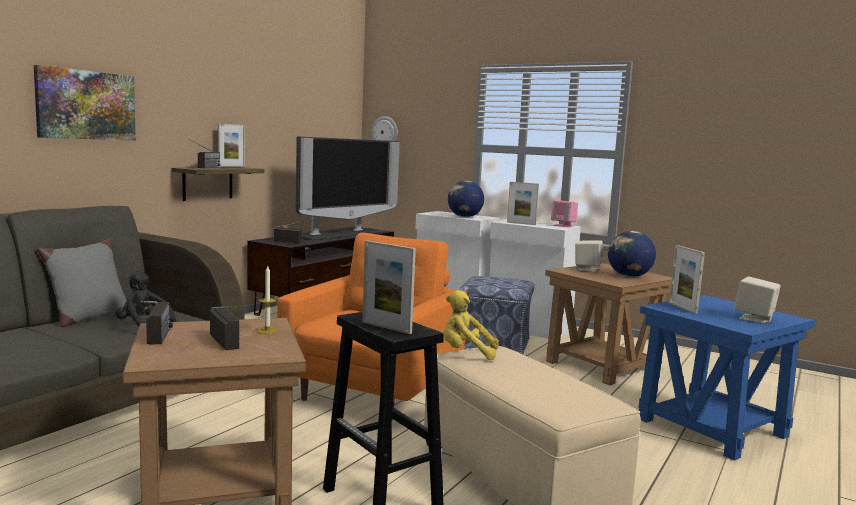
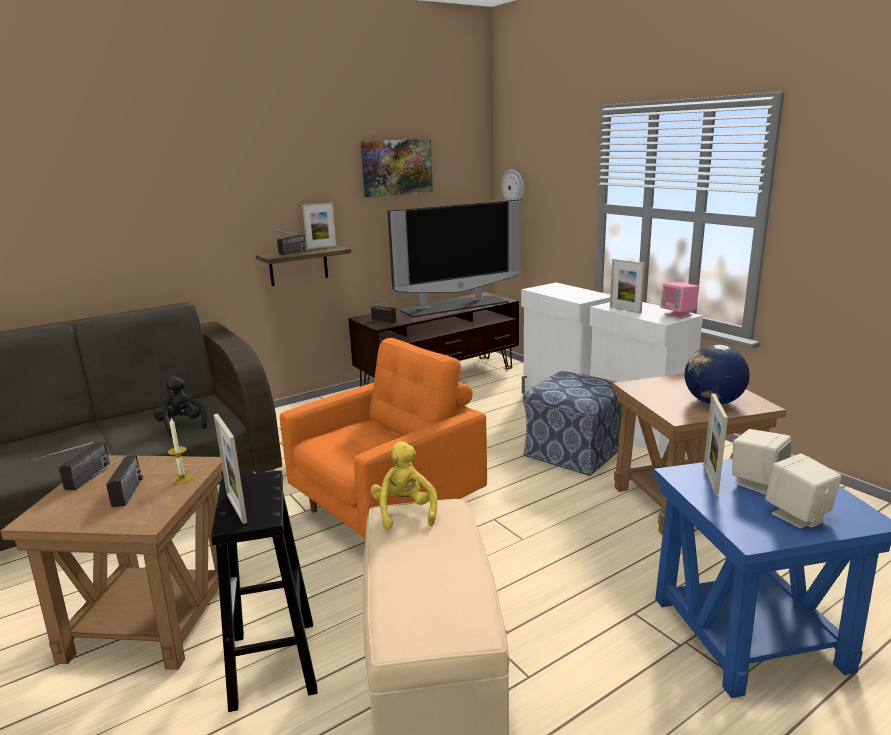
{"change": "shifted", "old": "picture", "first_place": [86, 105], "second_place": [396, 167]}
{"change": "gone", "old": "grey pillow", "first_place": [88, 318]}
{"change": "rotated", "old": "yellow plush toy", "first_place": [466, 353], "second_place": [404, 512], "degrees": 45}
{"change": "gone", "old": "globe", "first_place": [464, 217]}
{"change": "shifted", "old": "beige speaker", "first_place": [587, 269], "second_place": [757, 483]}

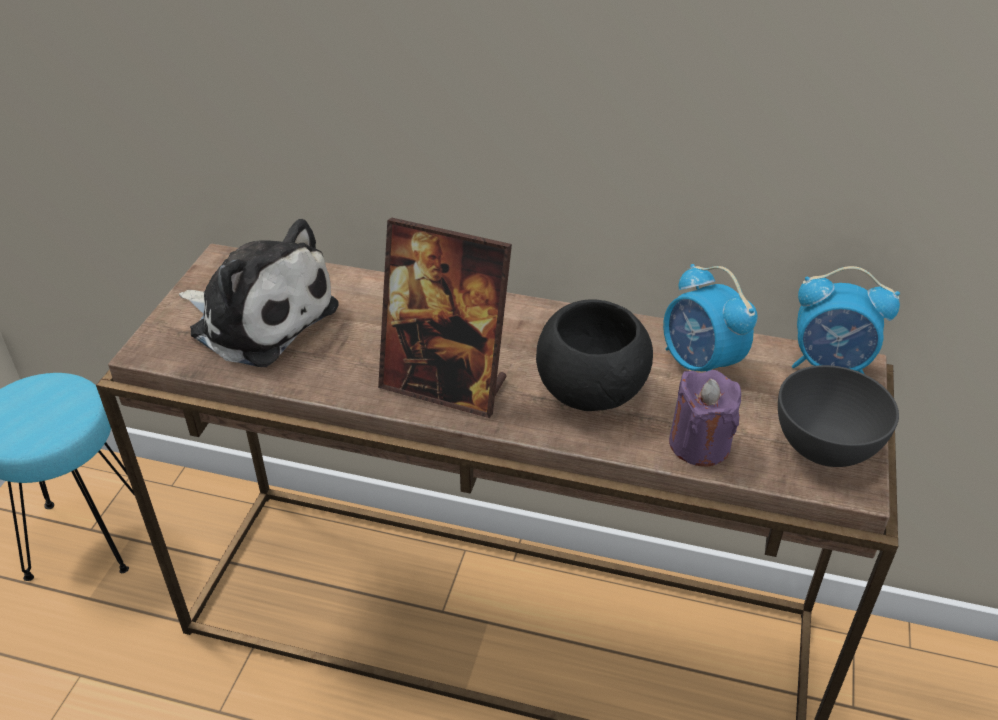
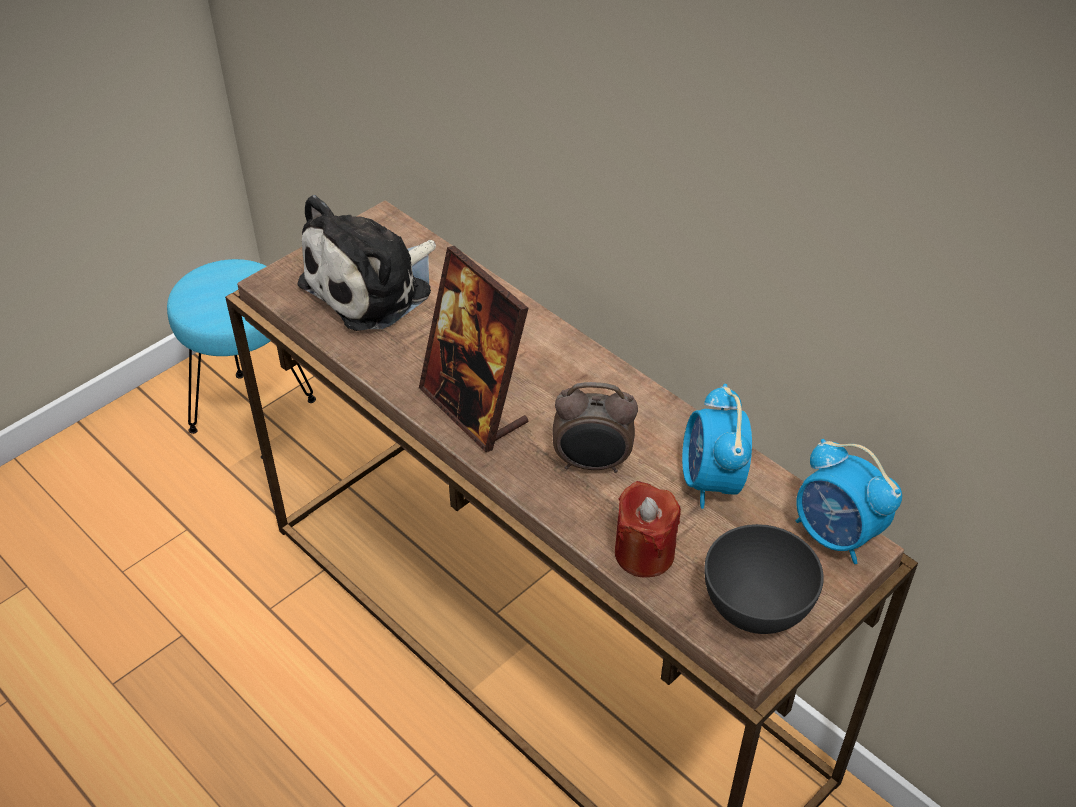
{"change": "rotated", "old": "plush toy", "first_place": [259, 318], "second_place": [373, 286], "degrees": 75}
{"change": "swapped", "old": "black bowl", "new": "alarm clock", "first_place": [591, 390], "second_place": [592, 464]}
{"change": "repainted", "old": "purple candle", "new": "red candle", "first_place": [699, 444], "second_place": [644, 553]}

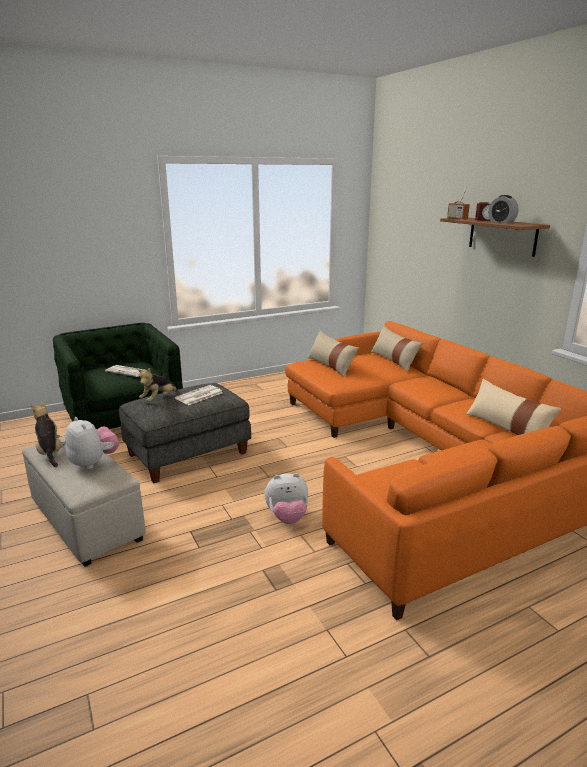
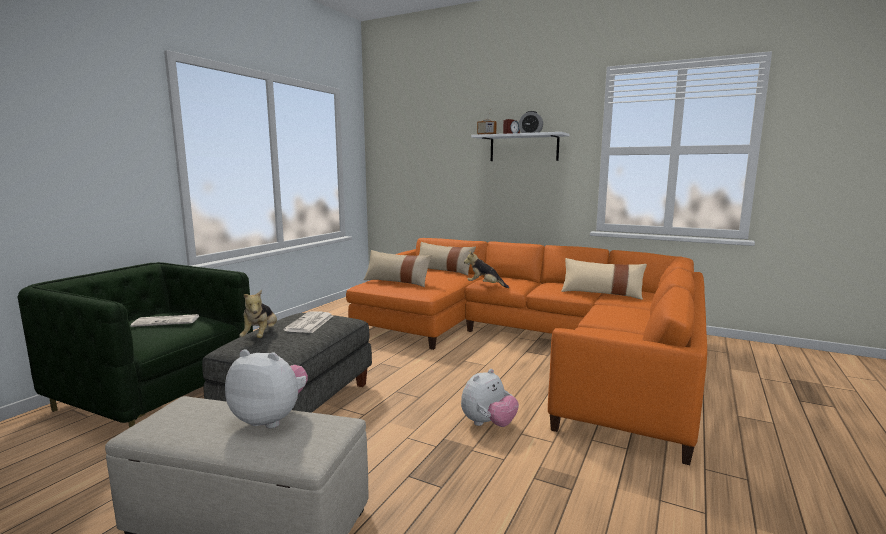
{"change": "shifted", "old": "plush toy", "first_place": [50, 453], "second_place": [485, 285]}
{"change": "repainted", "old": "brown shelf", "new": "white shelf", "first_place": [502, 236], "second_place": [523, 148]}

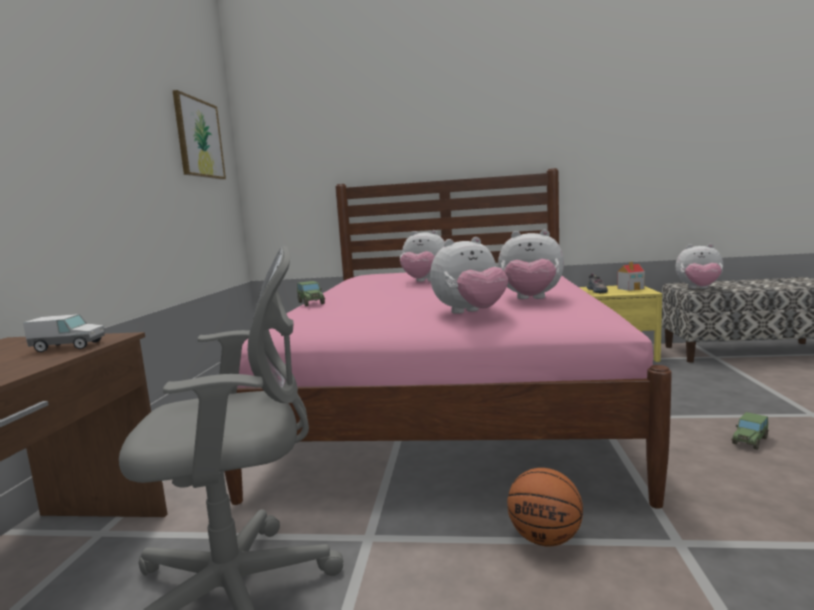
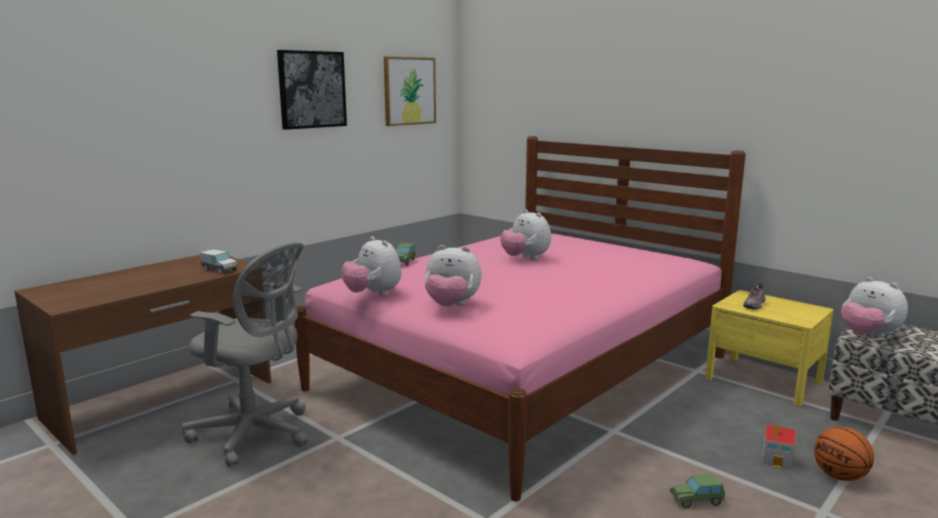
{"change": "shifted", "old": "plush toy", "first_place": [530, 300], "second_place": [373, 294]}
{"change": "shifted", "old": "basketball", "first_place": [545, 538], "second_place": [839, 476]}
{"change": "shifted", "old": "toy house", "first_place": [631, 288], "second_place": [777, 459]}
{"change": "new", "new": "picture", "second_place": [312, 89]}

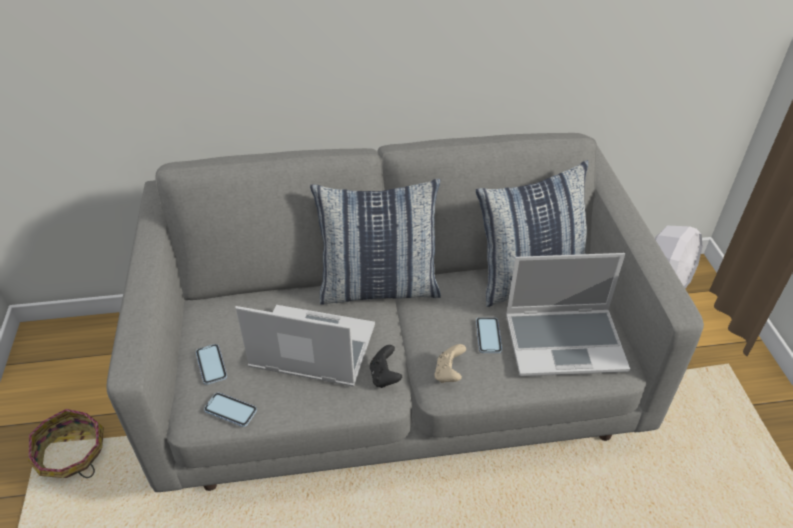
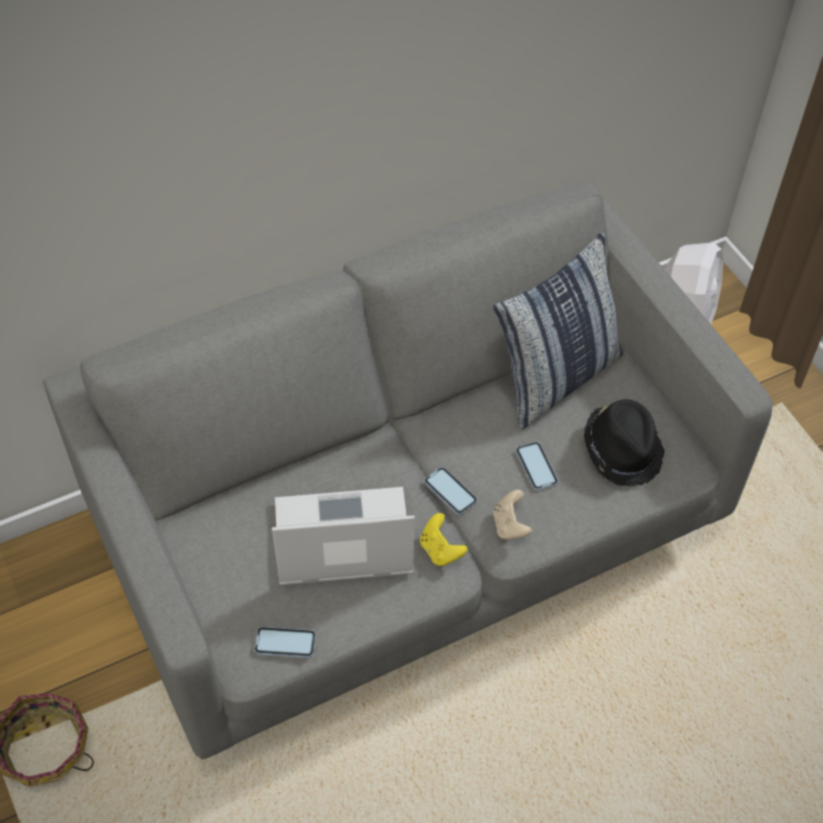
{"change": "shifted", "old": "phone", "first_place": [211, 365], "second_place": [450, 492]}
{"change": "gone", "old": "pillow", "first_place": [379, 288]}
{"change": "repainted", "old": "black game controller", "new": "yellow game controller", "first_place": [384, 376], "second_place": [440, 550]}
{"change": "swapped", "old": "laptop", "new": "black hat", "first_place": [565, 342], "second_place": [623, 450]}

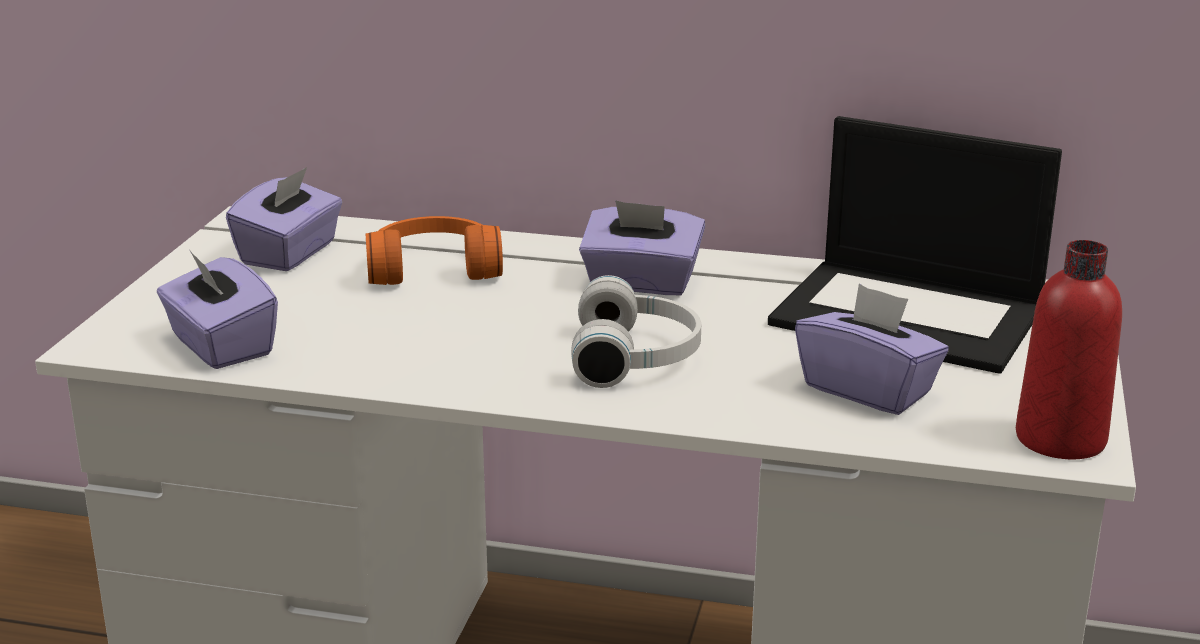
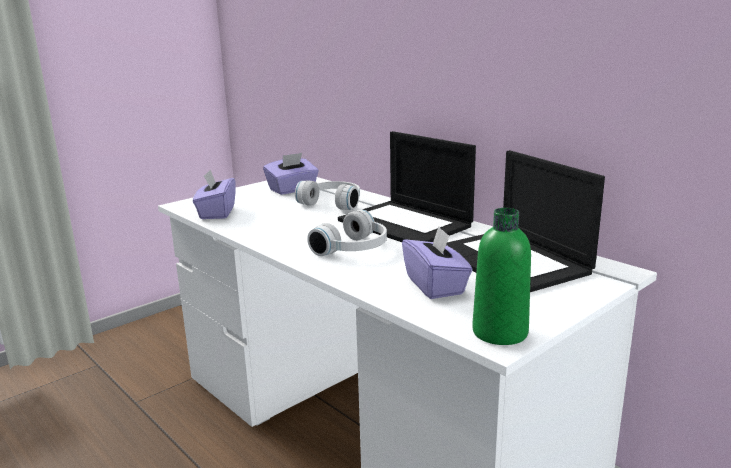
{"change": "repainted", "old": "orange headphones", "new": "white headphones", "first_place": [433, 268], "second_place": [333, 203]}
{"change": "swapped", "old": "purple tissue box", "new": "laptop", "first_place": [641, 283], "second_place": [406, 223]}
{"change": "repainted", "old": "red bottle", "new": "green bottle", "first_place": [1060, 439], "second_place": [500, 332]}

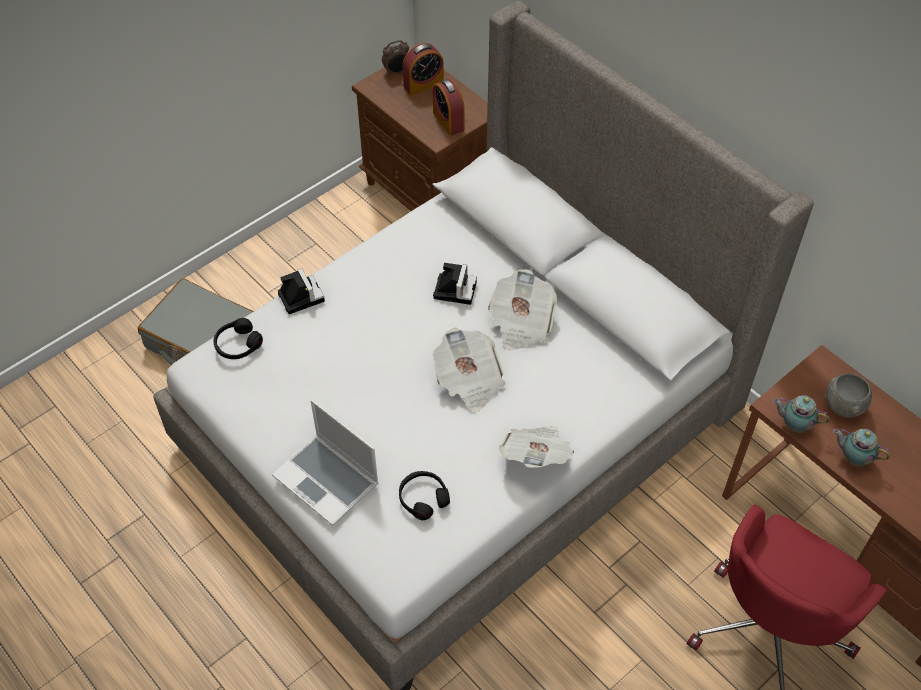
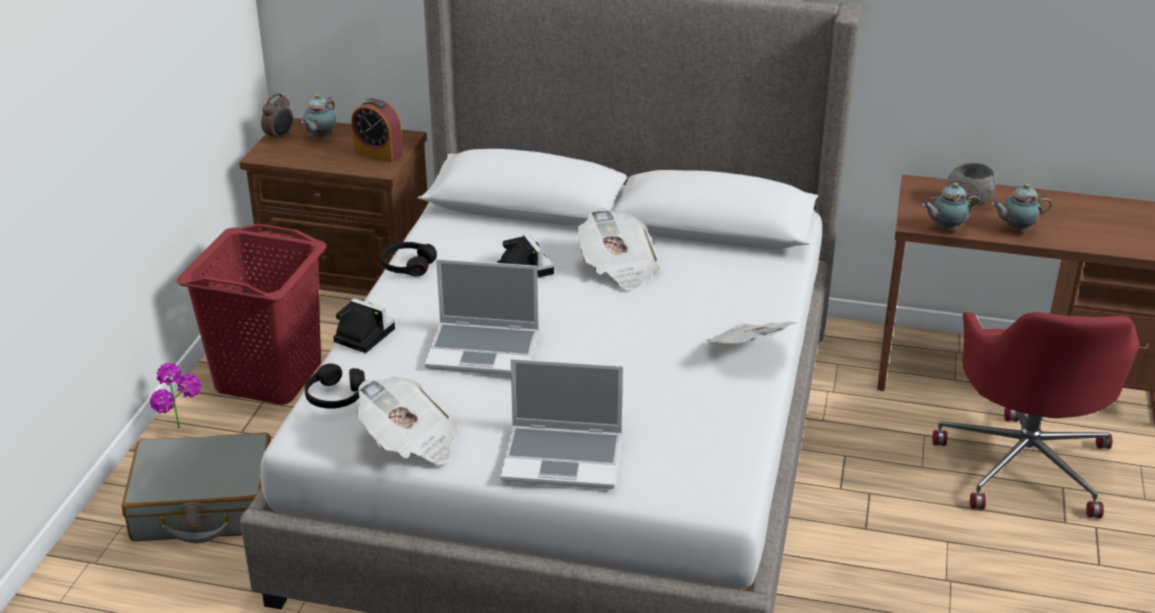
{"change": "shifted", "old": "black headphones", "first_place": [423, 498], "second_place": [407, 266]}
{"change": "swapped", "old": "alarm clock", "new": "teapot", "first_place": [423, 84], "second_place": [320, 137]}
{"change": "shifted", "old": "newspaper", "first_place": [469, 381], "second_place": [410, 442]}
{"change": "new", "new": "potted plant", "second_place": [183, 432]}
{"change": "new", "new": "red laundry basket", "second_place": [268, 377]}
{"change": "new", "new": "laptop", "second_place": [485, 350]}

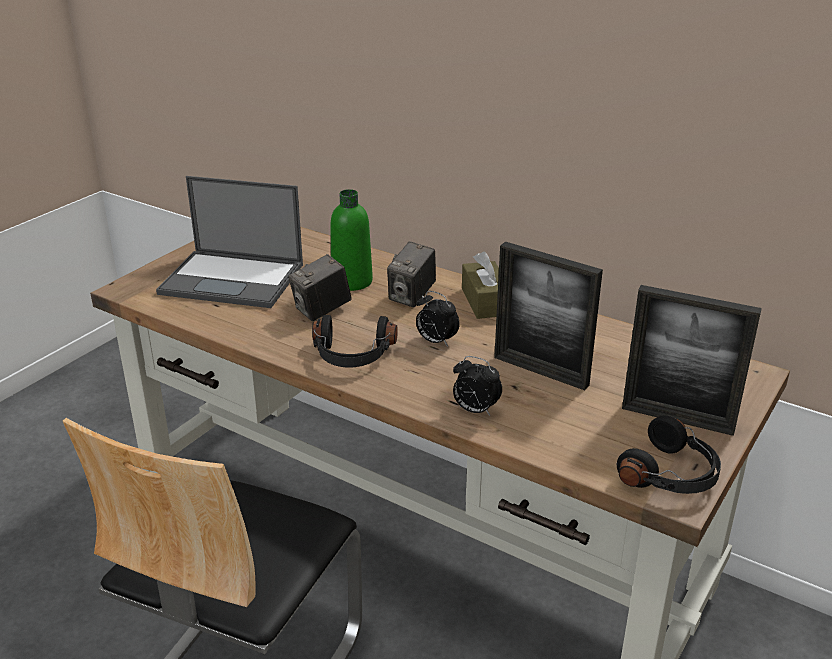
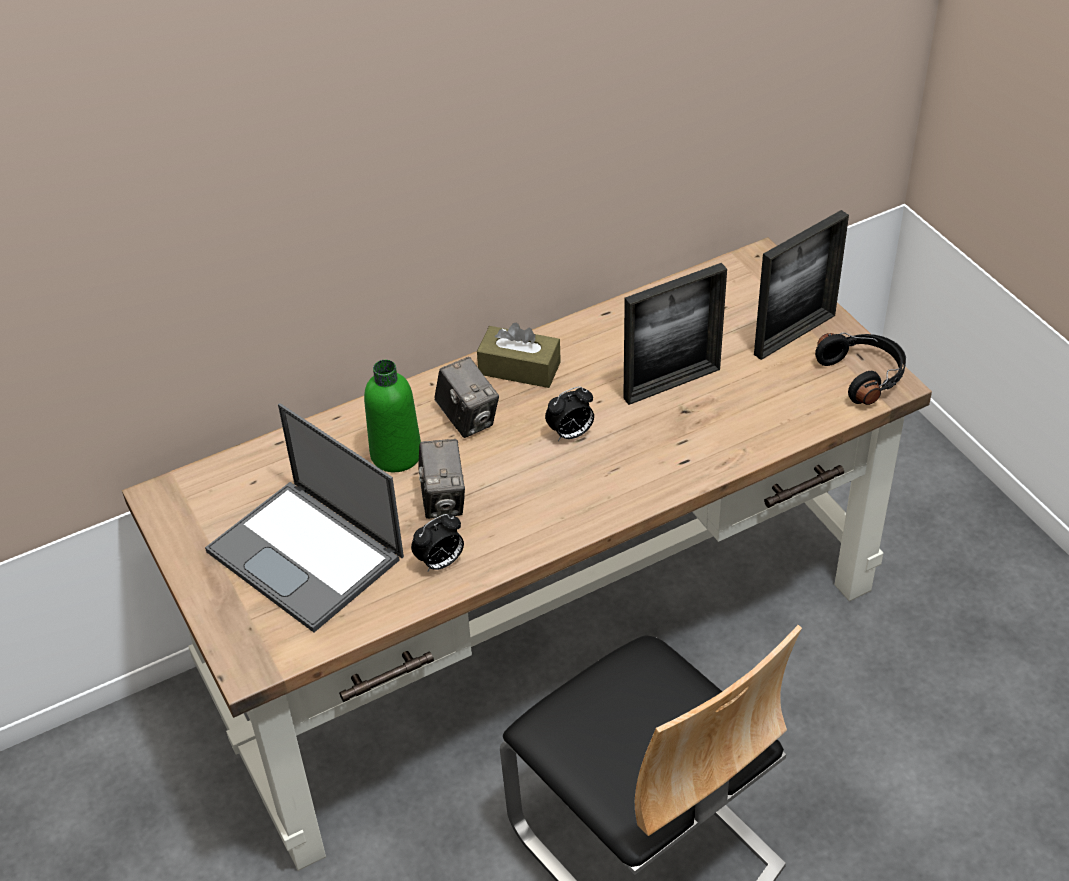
{"change": "rotated", "old": "laptop", "first_place": [234, 279], "second_place": [307, 555], "degrees": 90}
{"change": "gone", "old": "black headphones", "first_place": [352, 356]}
{"change": "shifted", "old": "alarm clock", "first_place": [474, 410], "second_place": [440, 562]}

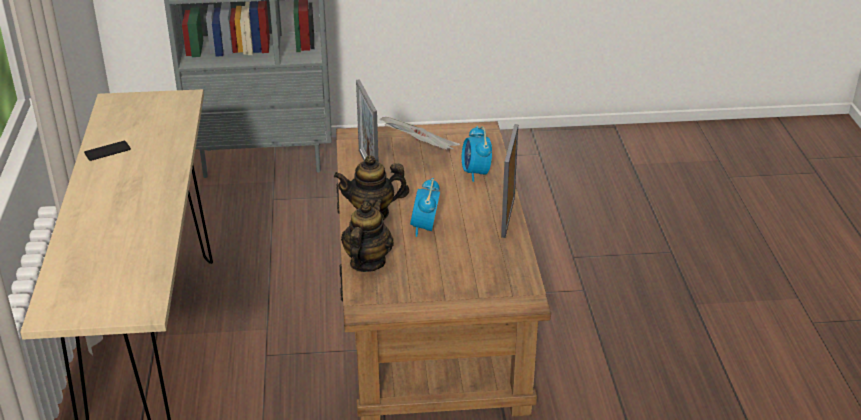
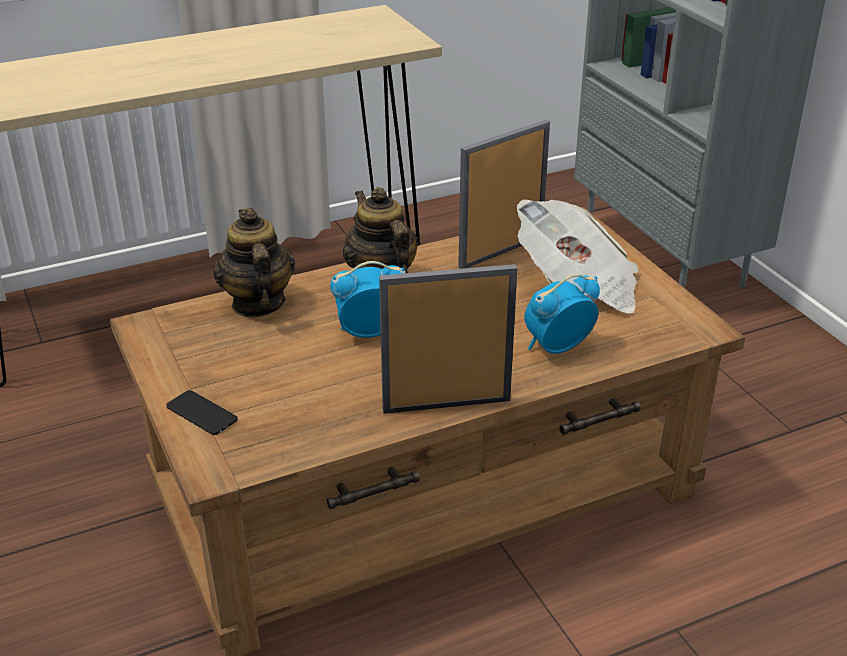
{"change": "shifted", "old": "phone", "first_place": [107, 151], "second_place": [201, 413]}
{"change": "rotated", "old": "teapot", "first_place": [367, 262], "second_place": [257, 304], "degrees": -105}

